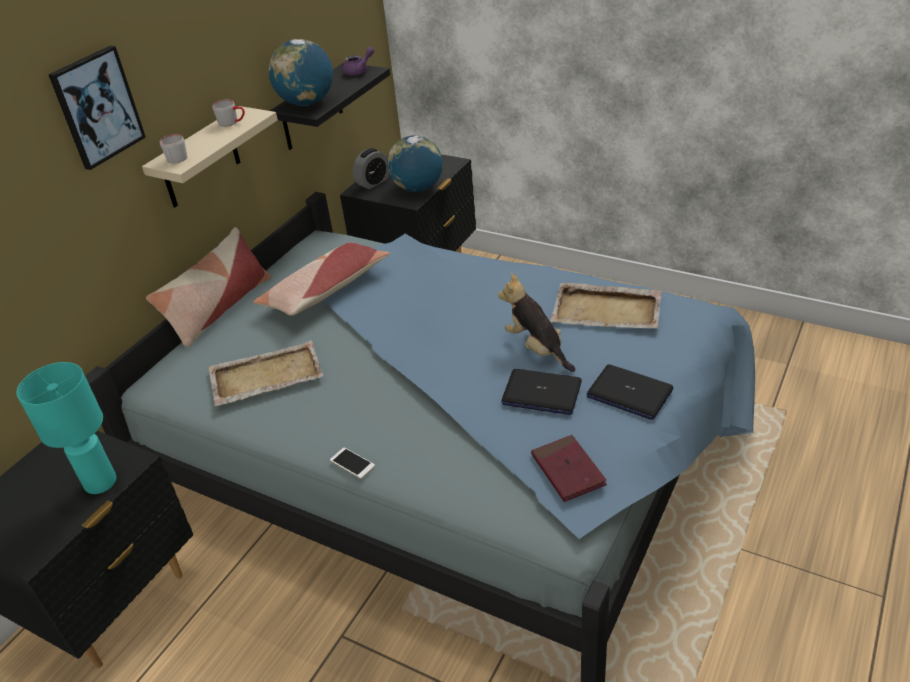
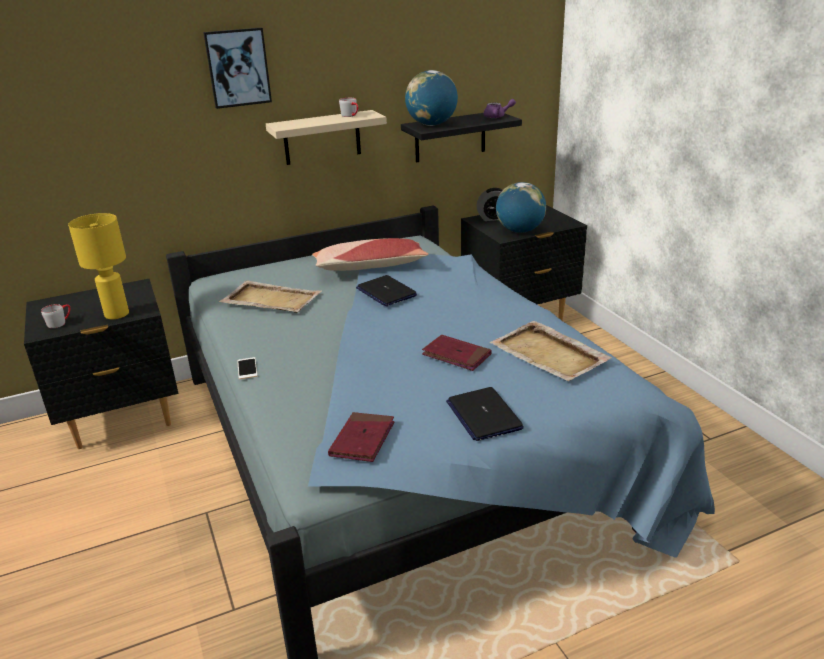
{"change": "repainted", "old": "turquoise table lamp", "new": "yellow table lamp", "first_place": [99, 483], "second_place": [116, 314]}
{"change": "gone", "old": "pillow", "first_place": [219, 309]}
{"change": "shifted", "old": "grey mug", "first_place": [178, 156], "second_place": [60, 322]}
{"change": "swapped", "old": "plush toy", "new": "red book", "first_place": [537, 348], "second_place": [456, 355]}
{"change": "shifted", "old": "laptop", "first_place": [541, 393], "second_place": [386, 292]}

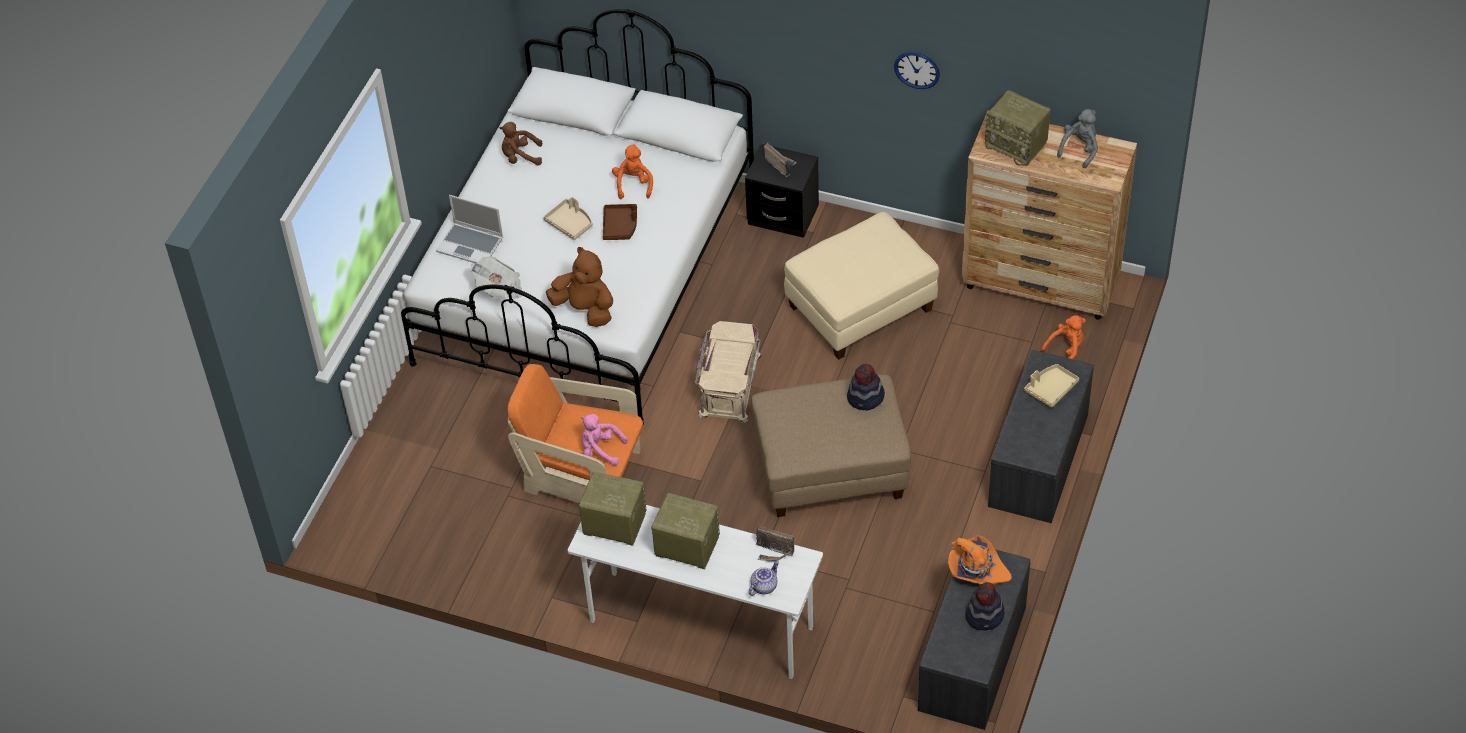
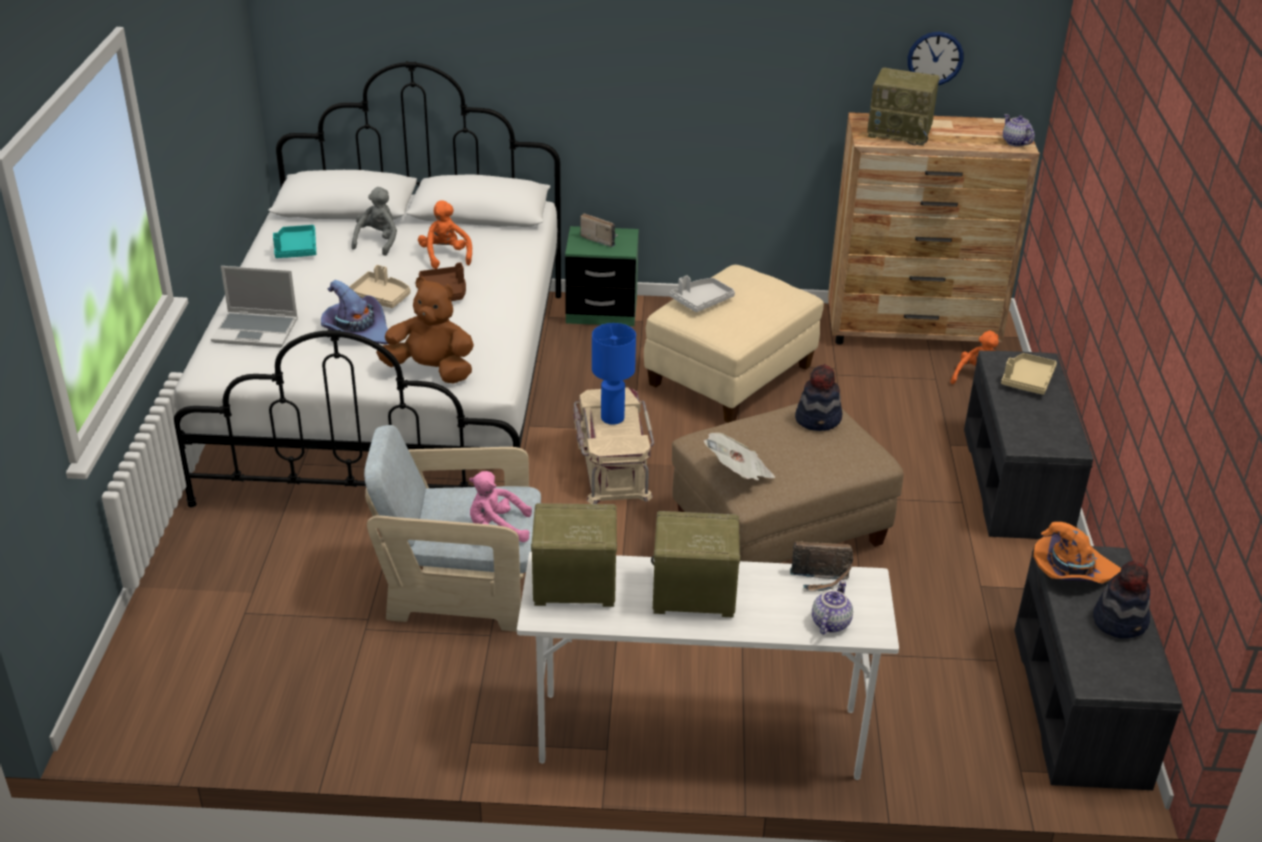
{"change": "shifted", "old": "newspaper", "first_place": [499, 288], "second_place": [738, 473]}
{"change": "swapped", "old": "brown plush toy", "new": "turquoise tray", "first_place": [520, 157], "second_place": [296, 249]}
{"change": "repainted", "old": "orange armchair", "new": "beige armchair", "first_place": [582, 475], "second_place": [462, 588]}
{"change": "repainted", "old": "black nightstand", "new": "green nightstand", "first_place": [783, 215], "second_place": [601, 311]}
{"change": "shifted", "old": "wall clock", "first_place": [917, 70], "second_place": [935, 58]}
{"change": "shifted", "old": "grey plush toy", "first_place": [1080, 149], "second_place": [378, 242]}
{"change": "new", "new": "purple hat", "second_place": [357, 330]}
{"change": "new", "new": "blue table lamp", "second_place": [613, 418]}
{"change": "new", "new": "grey tray", "second_place": [701, 301]}
{"change": "new", "new": "teapot", "second_place": [1015, 142]}

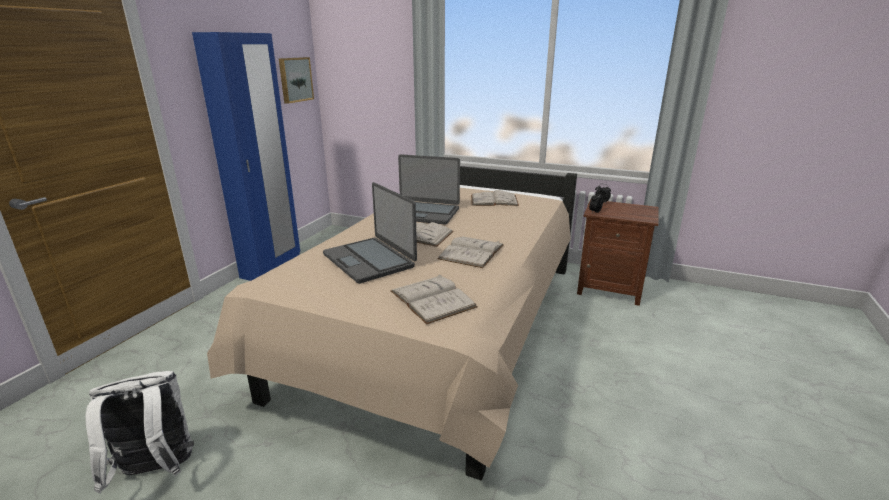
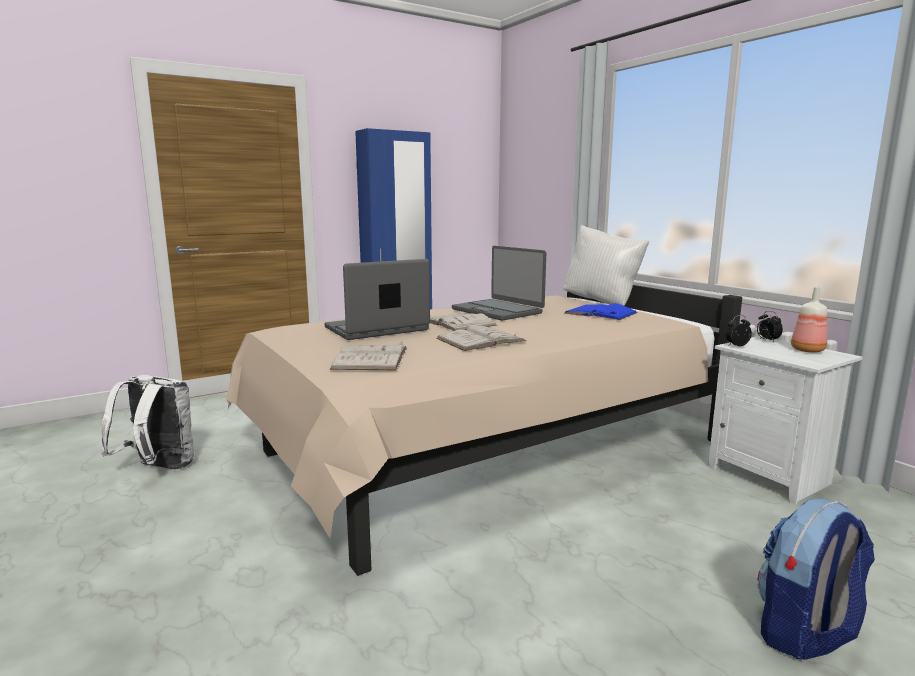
{"change": "gone", "old": "picture", "first_place": [295, 79]}
{"change": "rotated", "old": "laptop", "first_place": [370, 260], "second_place": [377, 329], "degrees": 60}
{"change": "repainted", "old": "white book", "new": "blue book", "first_place": [494, 200], "second_place": [600, 313]}
{"change": "repainted", "old": "brown nightstand", "new": "white nightstand", "first_place": [609, 289], "second_place": [770, 475]}
{"change": "new", "new": "white pillow", "second_place": [602, 302]}
{"change": "new", "new": "backpack", "second_place": [805, 633]}
{"change": "new", "new": "bottle", "second_place": [807, 350]}

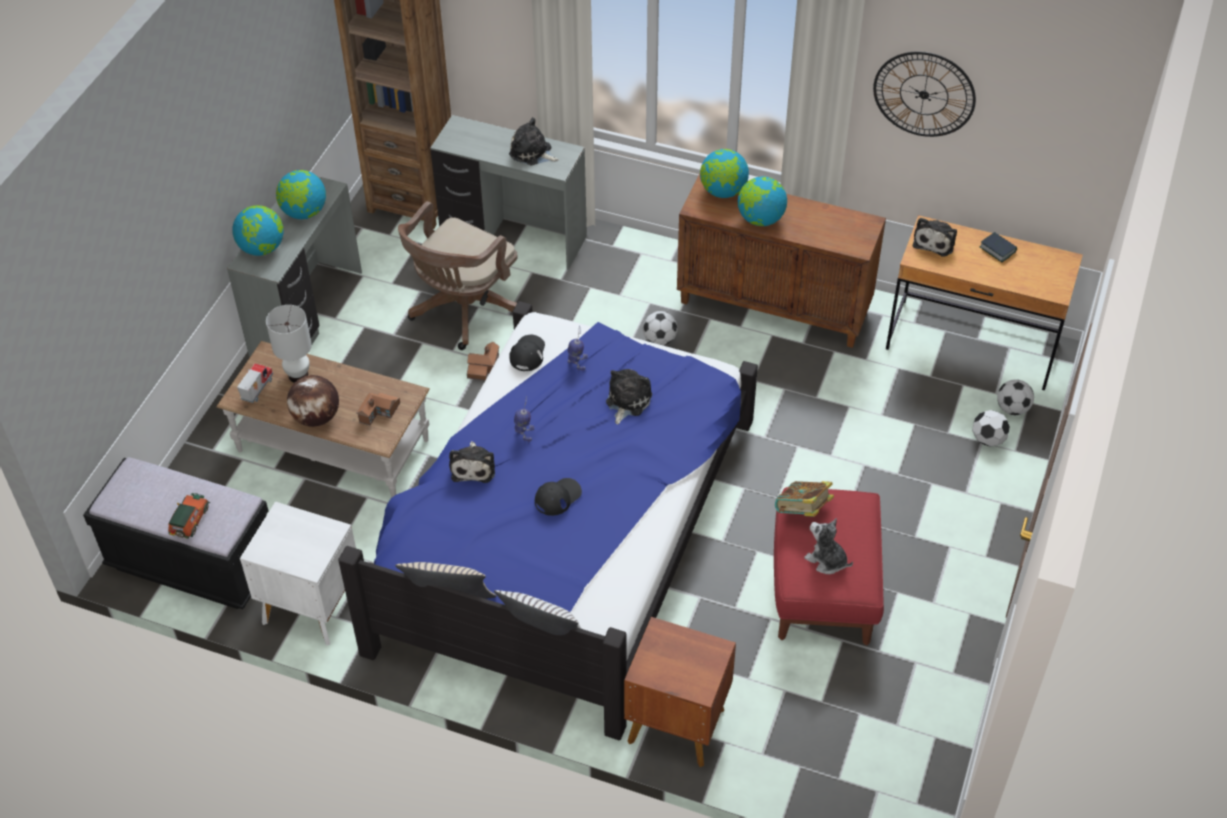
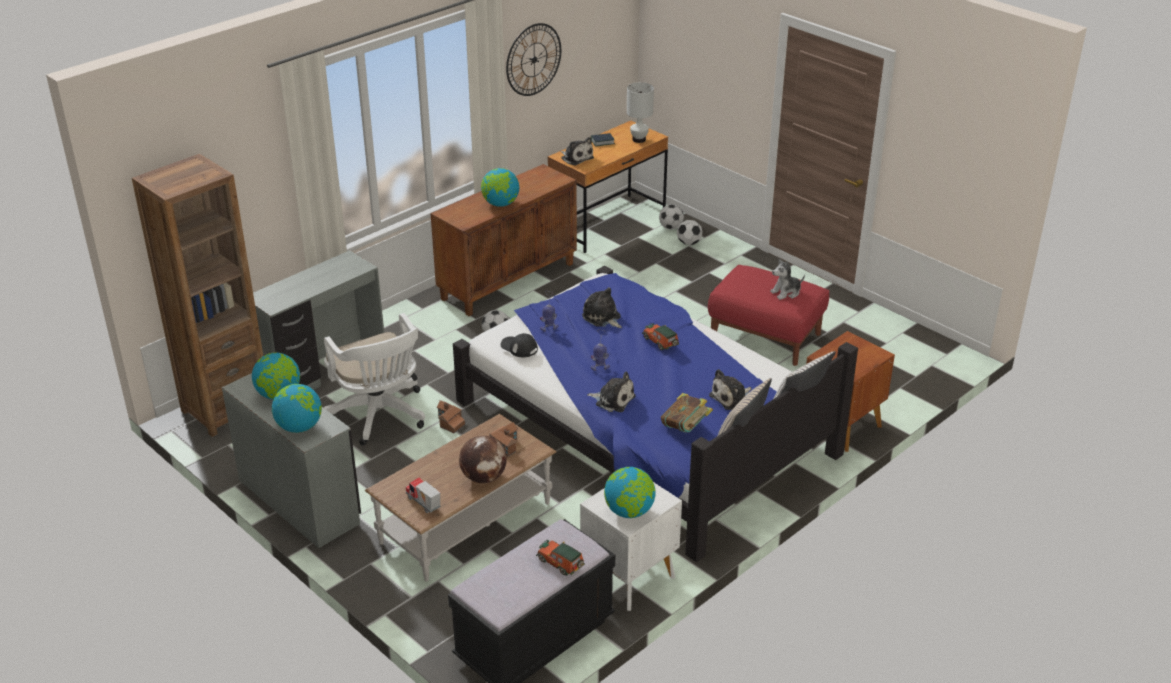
{"change": "shifted", "old": "white table lamp", "first_place": [298, 375], "second_place": [638, 140]}
{"change": "repainted", "old": "brown office chair", "new": "white office chair", "first_place": [462, 311], "second_place": [380, 416]}
{"change": "shifted", "old": "plush toy", "first_place": [532, 153], "second_place": [732, 398]}
{"change": "gone", "old": "black cap", "first_place": [557, 497]}
{"change": "shifted", "old": "globe", "first_place": [723, 191], "second_place": [629, 511]}
{"change": "shifted", "old": "book", "first_place": [802, 511], "second_place": [685, 428]}
{"change": "new", "new": "toy car", "second_place": [661, 342]}

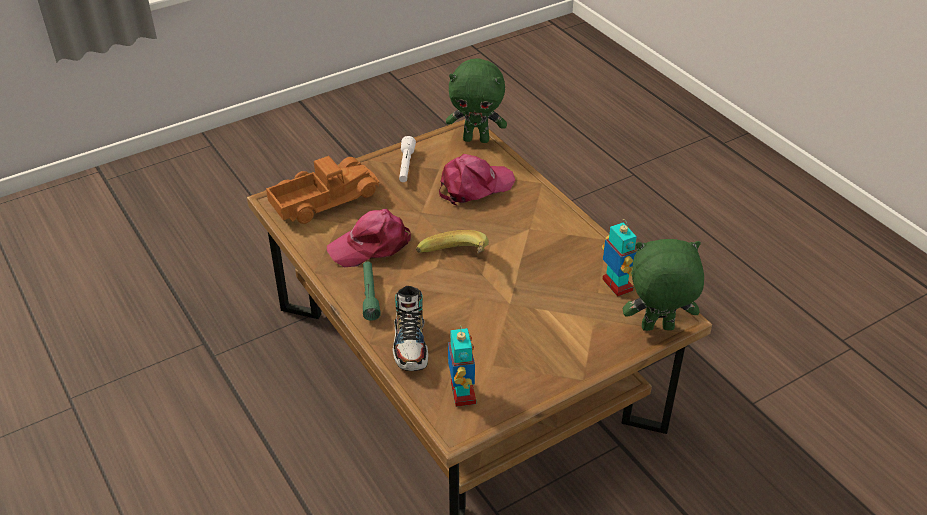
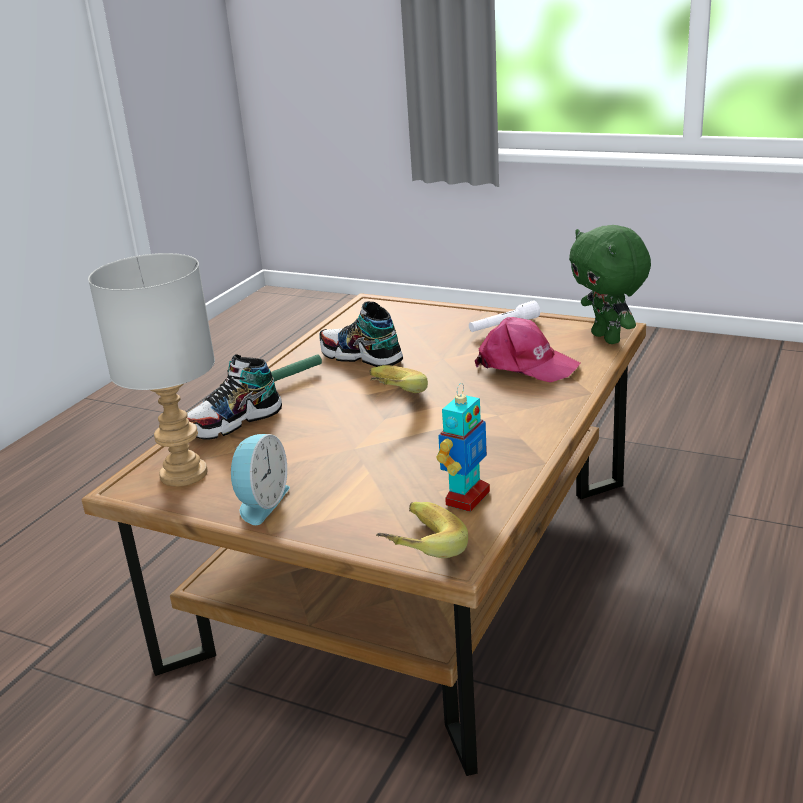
{"change": "gone", "old": "toy truck", "first_place": [323, 199]}
{"change": "swapped", "old": "pink cap", "new": "shoe", "first_place": [371, 245], "second_place": [361, 357]}
{"change": "swapped", "old": "toy robot", "new": "grey table lamp", "first_place": [462, 394], "second_place": [184, 473]}
{"change": "swapped", "old": "green plush toy", "new": "banana", "first_place": [657, 329], "second_place": [416, 553]}
{"change": "new", "new": "alarm clock", "second_place": [260, 503]}

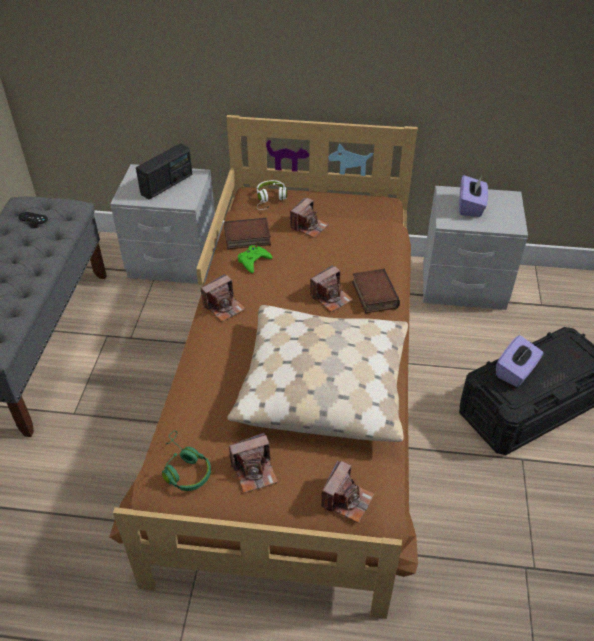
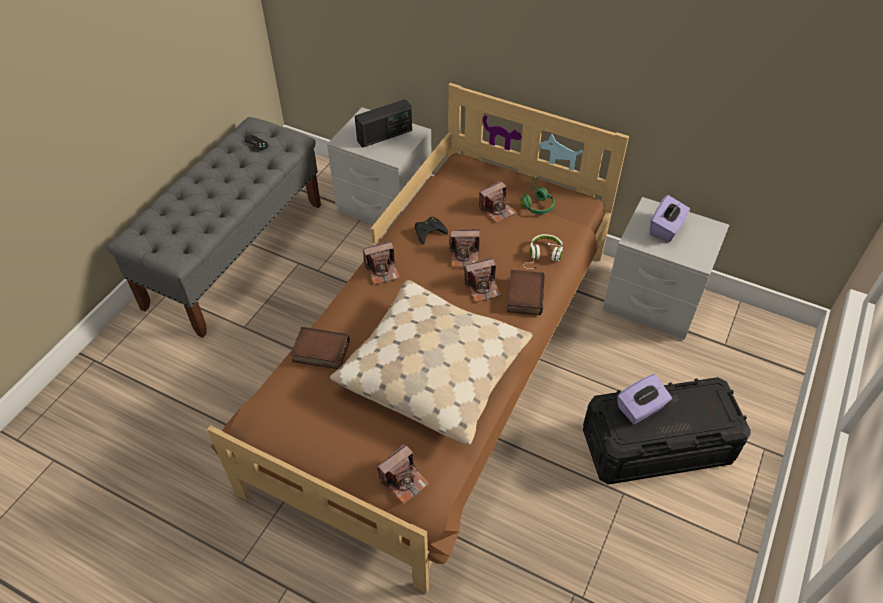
{"change": "shifted", "old": "green headphones", "first_place": [184, 468], "second_place": [535, 202]}
{"change": "shifted", "old": "book", "first_place": [246, 238], "second_place": [320, 352]}
{"change": "shifted", "old": "photo camera", "first_place": [254, 471], "second_place": [465, 256]}
{"change": "repainted", "old": "green game controller", "new": "black game controller", "first_place": [253, 261], "second_place": [429, 232]}
{"change": "shifted", "old": "white headphones", "first_place": [270, 199], "second_place": [543, 256]}

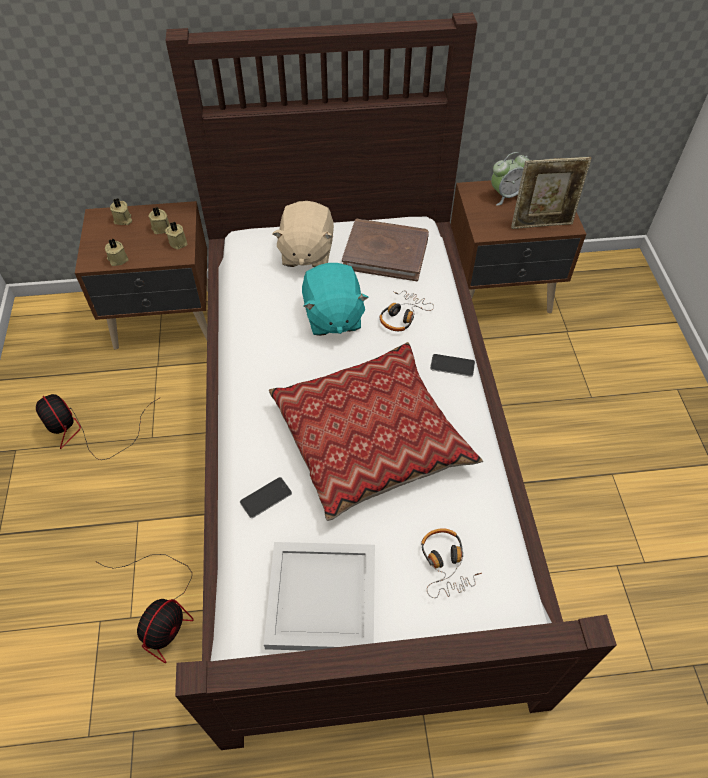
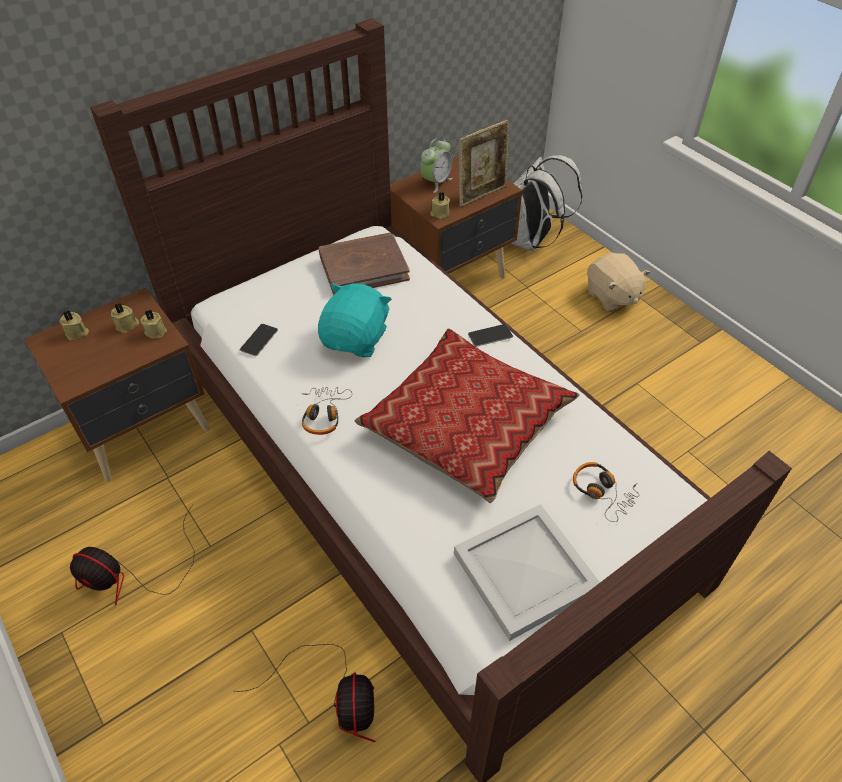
{"change": "shifted", "old": "beige candle", "first_place": [117, 259], "second_place": [439, 213]}
{"change": "shifted", "old": "phone", "first_place": [266, 497], "second_place": [259, 340]}
{"change": "shifted", "old": "beige plush toy", "first_place": [306, 253], "second_place": [612, 296]}
{"change": "rotated", "old": "turquoise plush toy", "first_place": [332, 317], "second_place": [356, 339], "degrees": -120}
{"change": "shifted", "old": "headphones", "first_place": [402, 315], "second_place": [324, 414]}
{"change": "new", "new": "white backpack", "second_place": [531, 241]}

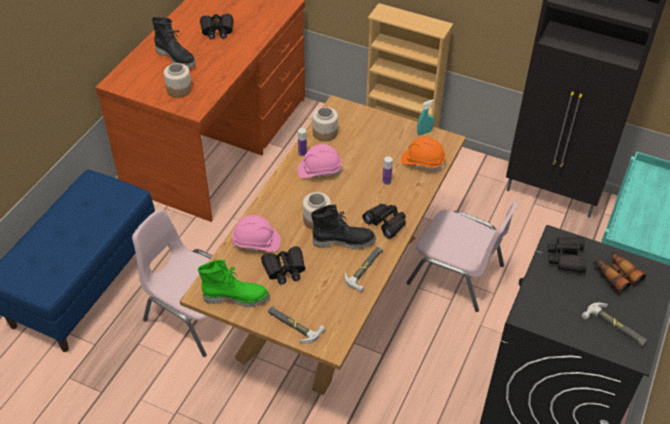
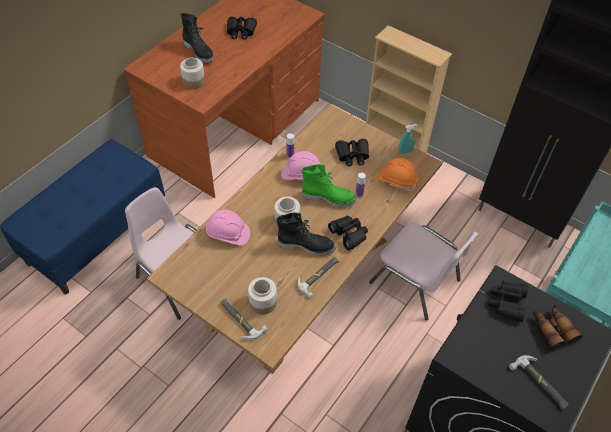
{"change": "shifted", "old": "green boot", "first_place": [236, 297], "second_place": [328, 197]}
{"change": "shifted", "old": "black binoculars", "first_place": [284, 269], "second_place": [352, 155]}
{"change": "shifted", "old": "jar", "first_place": [325, 133], "second_place": [263, 302]}

